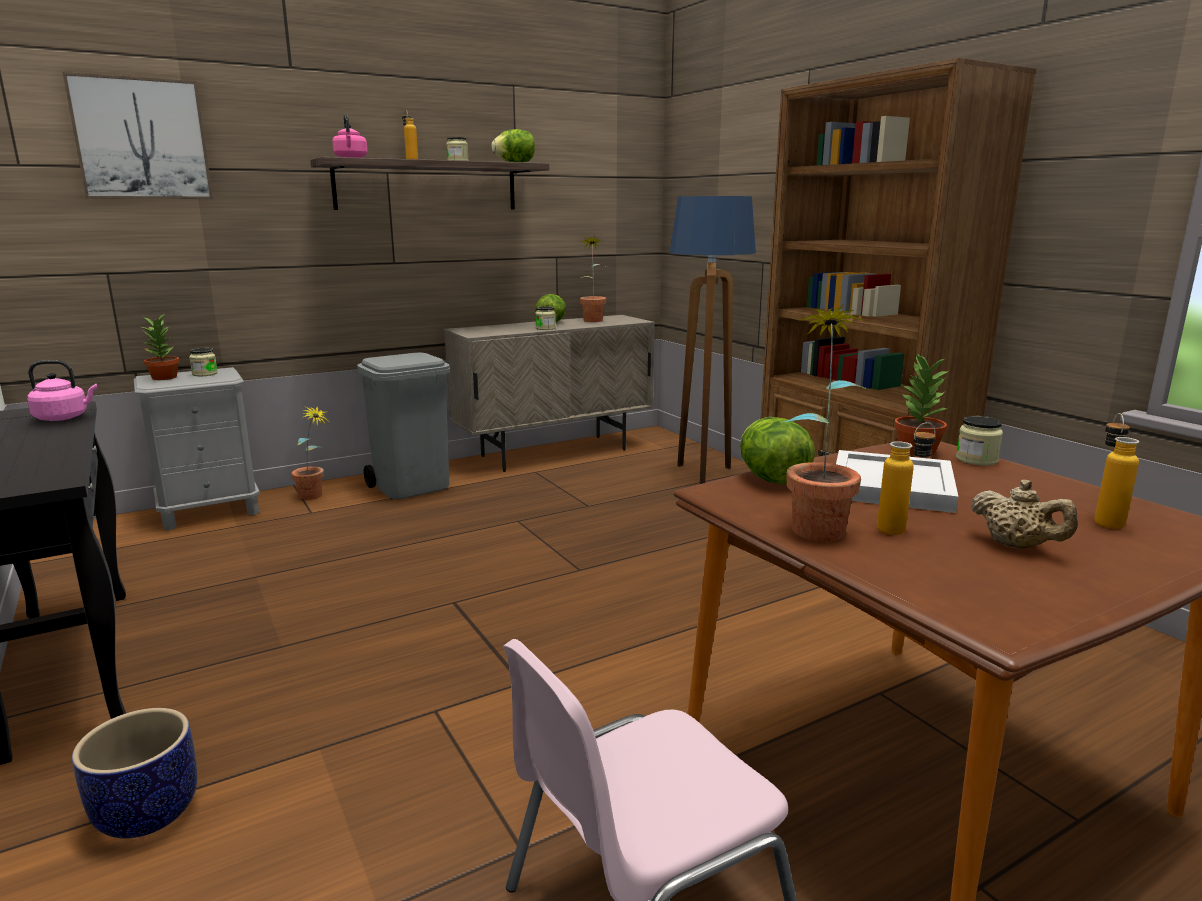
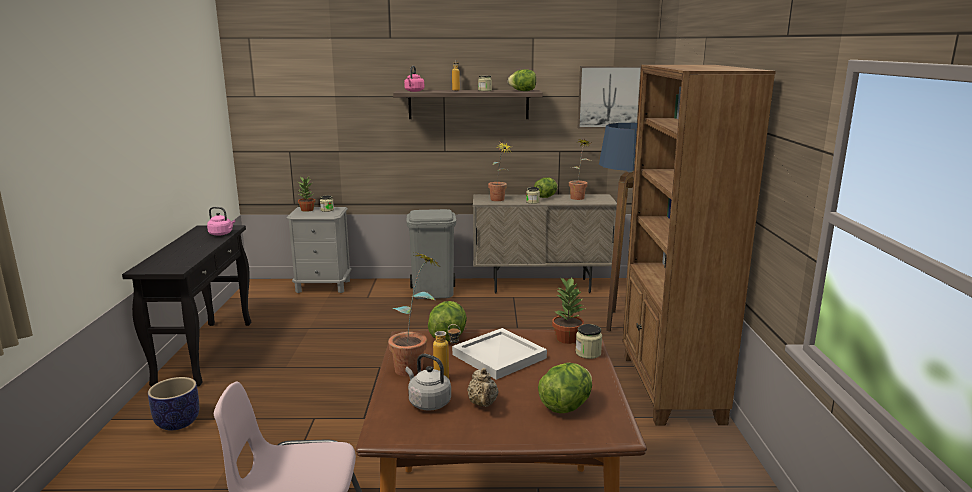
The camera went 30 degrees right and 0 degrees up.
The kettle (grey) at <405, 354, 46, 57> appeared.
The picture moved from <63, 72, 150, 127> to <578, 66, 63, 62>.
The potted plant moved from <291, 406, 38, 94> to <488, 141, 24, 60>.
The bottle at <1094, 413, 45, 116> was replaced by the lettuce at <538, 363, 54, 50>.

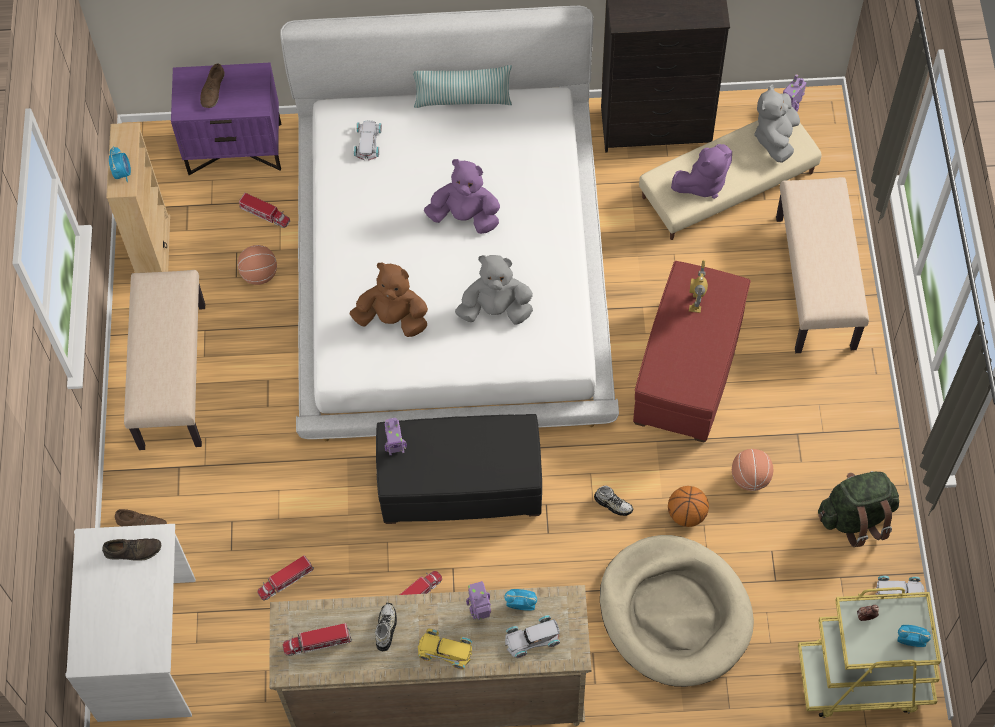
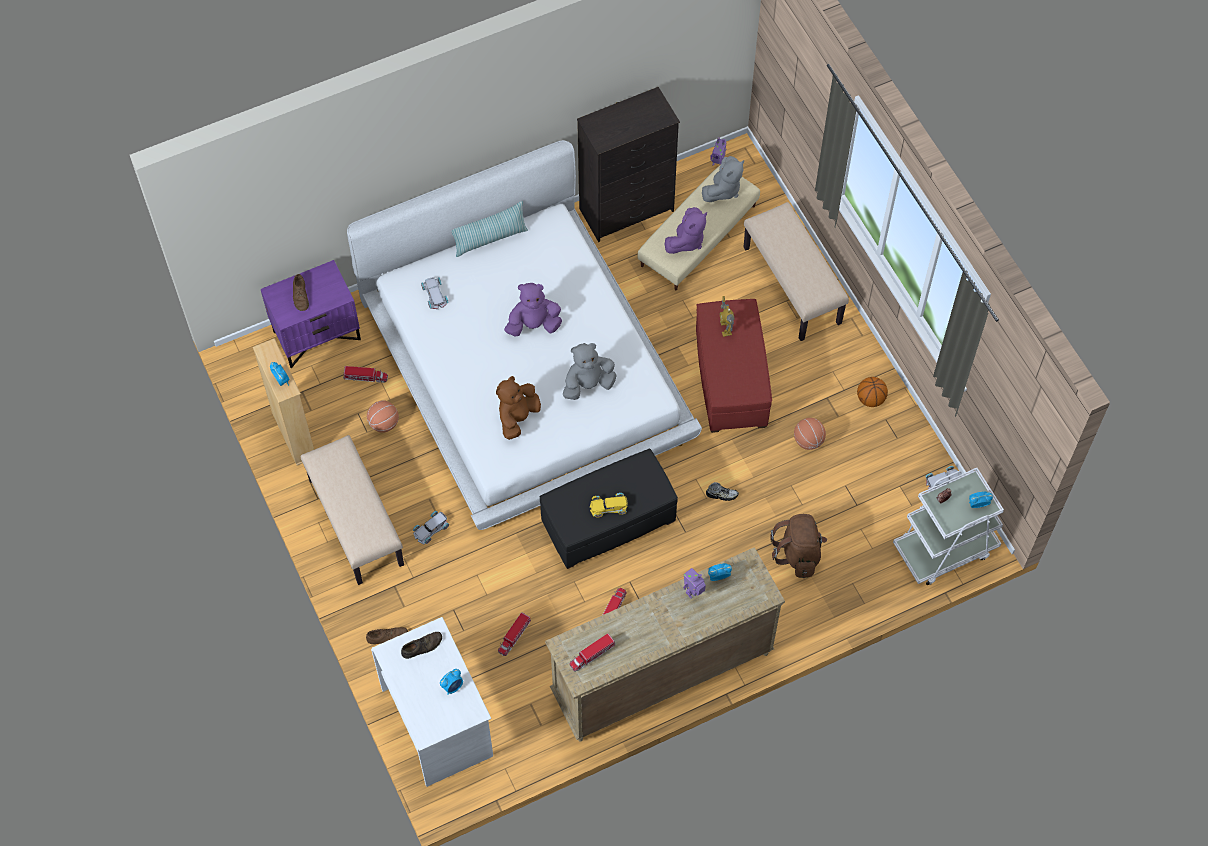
The camera went 25 degrees left and 0 degrees up.
The shoe at <375, 603, 22, 48> disappeared.
The toy robot at <385, 418, 22, 37> disappeared.
The backpack (green) at <818, 471, 81, 76> disappeared.
The alarm clock at <440, 669, 23, 26> appeared.
The toy car (yellow) moved from <418, 629, 54, 40> to <590, 493, 38, 25>.
The toy car (white) moved from <505, 615, 55, 43> to <413, 511, 37, 33>.
The basketball moved from <668, 486, 41, 41> to <857, 377, 31, 30>.
The dog bed (beige) at <600, 535, 154, 152> was replaced by the backpack (brown) at <770, 514, 57, 64>.
The cart (yellow) at <798, 587, 143, 131> became the cart (white) at <893, 468, 111, 117>.
The plush toy (brown) at <350, 263, 78, 74> turned 45 degrees counterclockwise.
The plush toy (grey) at <754, 85, 46, 77> turned 135 degrees counterclockwise.

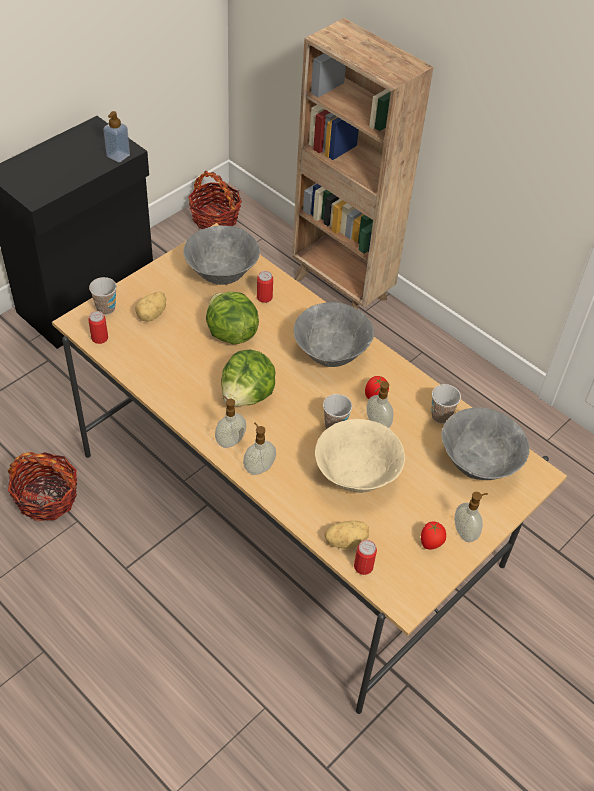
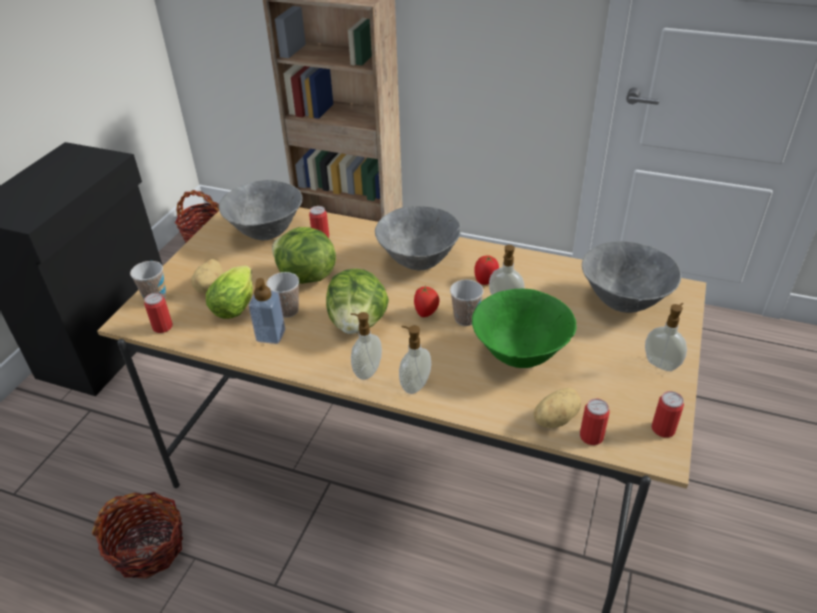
The camera went 20 degrees left and 10 degrees down.
The lettuce at <206, 266, 47, 53> appeared.
The can at <651, 391, 33, 47> appeared.
The soap dispenser moved from <103, 111, 27, 51> to <248, 278, 38, 66>.
The tomato moved from <421, 522, 25, 28> to <414, 286, 26, 31>.
The cup moved from <431, 384, 30, 40> to <266, 272, 33, 46>.
The bowl (beige) at <315, 419, 90, 74> became the bowl (green) at <472, 289, 105, 79>.

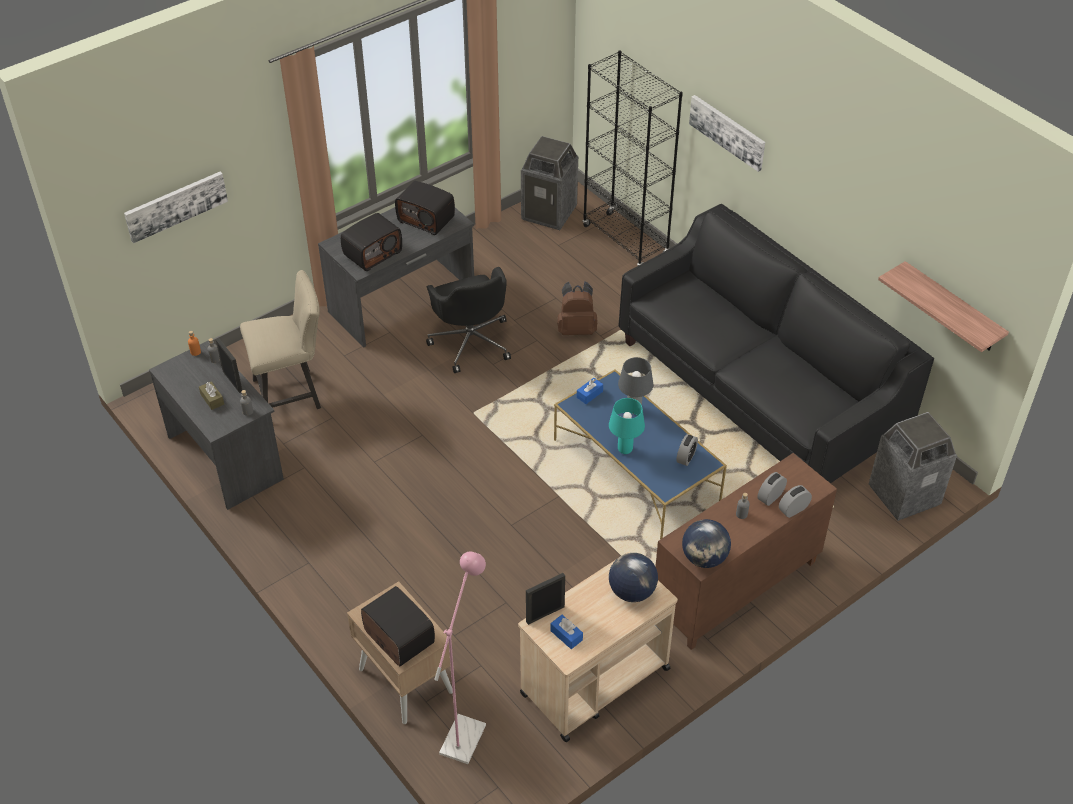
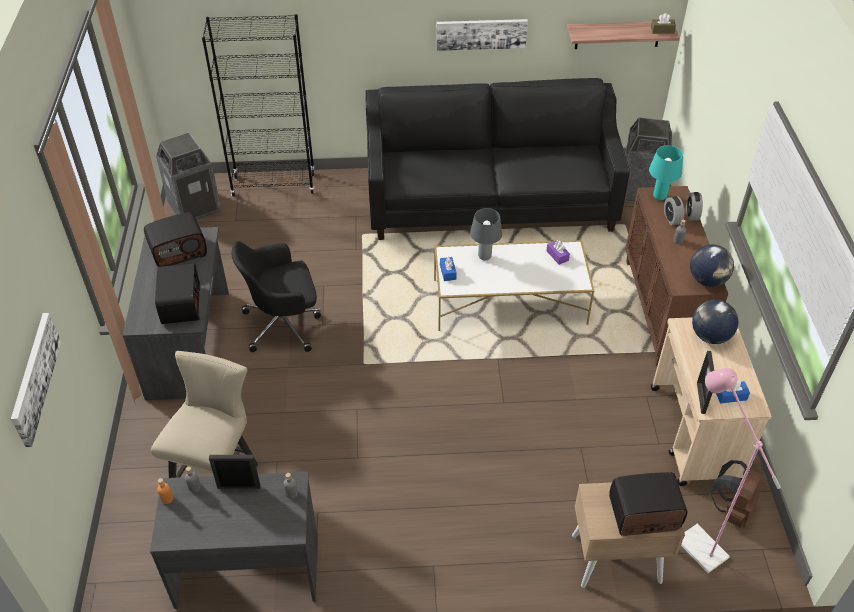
The camera went 55 degrees left and 0 degrees up.
The tissue box (brown) moved from <199, 381, 25, 29> to <651, 13, 25, 21>.
The backpack (brown) moved from <557, 281, 41, 54> to <710, 460, 53, 68>.
The table lamp (turquoise) moved from <609, 398, 36, 56> to <649, 145, 34, 55>.
The picture moved from <689, 95, 76, 77> to <436, 19, 92, 32>.
The alarm clock at <676, 434, 22, 32> was replaced by the tissue box (purple) at <546, 240, 24, 25>.
The coffee table (blue) at <554, 369, 173, 171> became the coffee table (white) at <434, 240, 160, 91>.
The office chair (black) at <426, 267, 85, 106> turned 150 degrees clockwise.

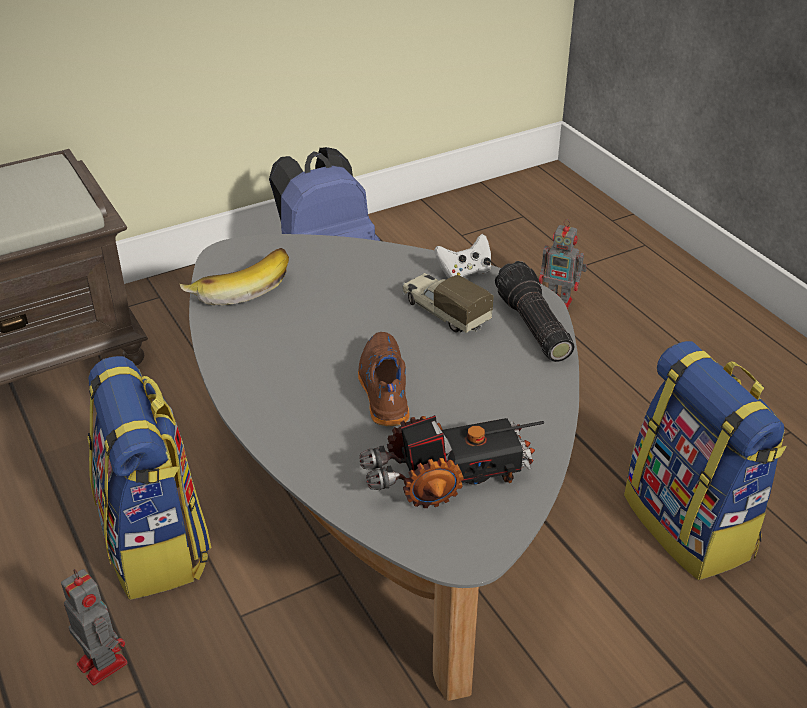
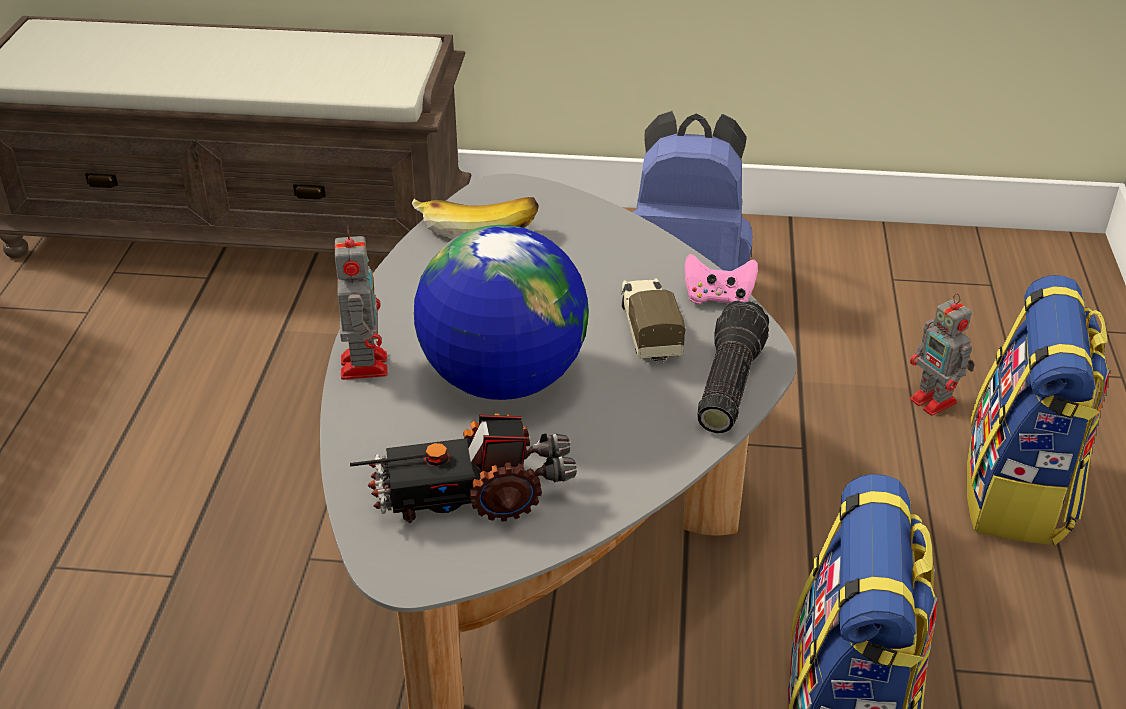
The camera went 35 degrees right and 0 degrees up.
The toy robot moved from <61, 569, 67, 117> to <335, 226, 53, 154>.
The backpack moved from <87, 356, 124, 244> to <967, 275, 143, 270>.
The shoe (brown) at <358, 332, 51, 94> was replaced by the globe at <414, 225, 175, 175>.
The game controller (white) at <434, 234, 57, 44> became the game controller (pink) at <685, 254, 73, 50>.
The toy truck at <359, 415, 185, 93> turned 150 degrees clockwise.

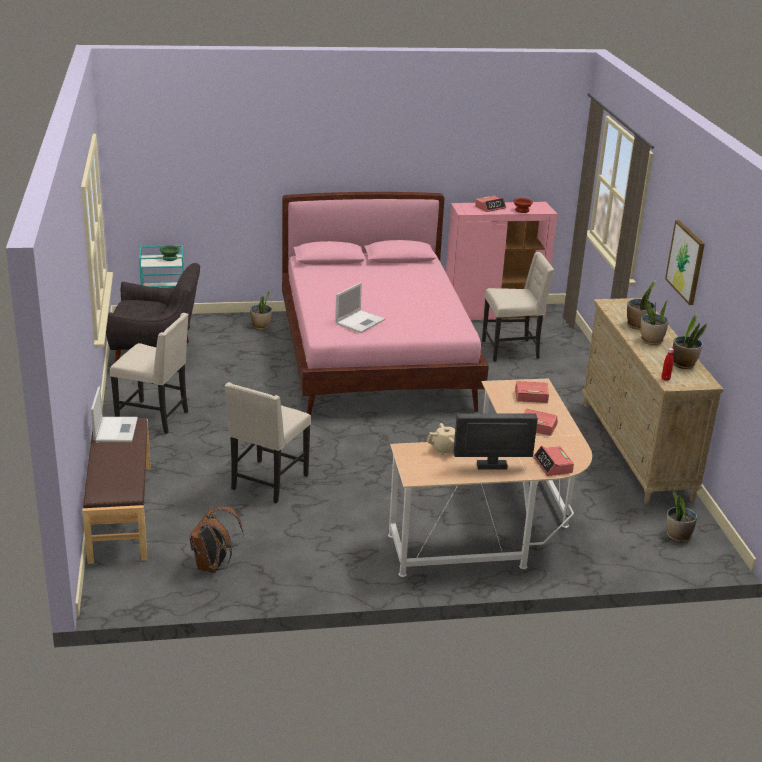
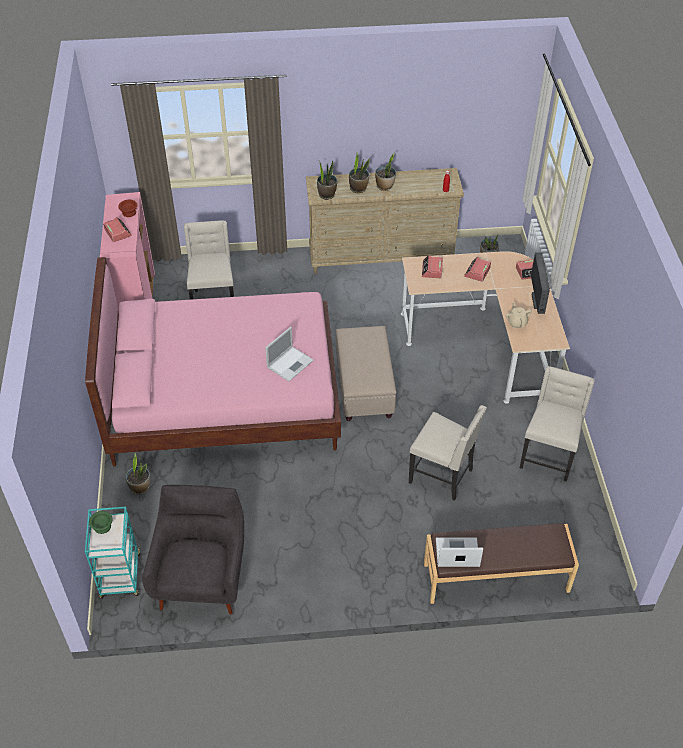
The camera went 85 degrees left and 20 degrees up.
The backpack (brown) at <190, 506, 54, 67> disappeared.
The picture at <665, 220, 40, 85> disappeared.
The ottoman (beige) at <336, 326, 60, 95> appeared.
The chair (beige) moved from <110, 313, 79, 121> to <520, 366, 75, 116>.
The potted plant moved from <672, 312, 35, 57> to <317, 160, 20, 40>.
The laptop at <335, 282, 50, 51> turned 90 degrees clockwise.

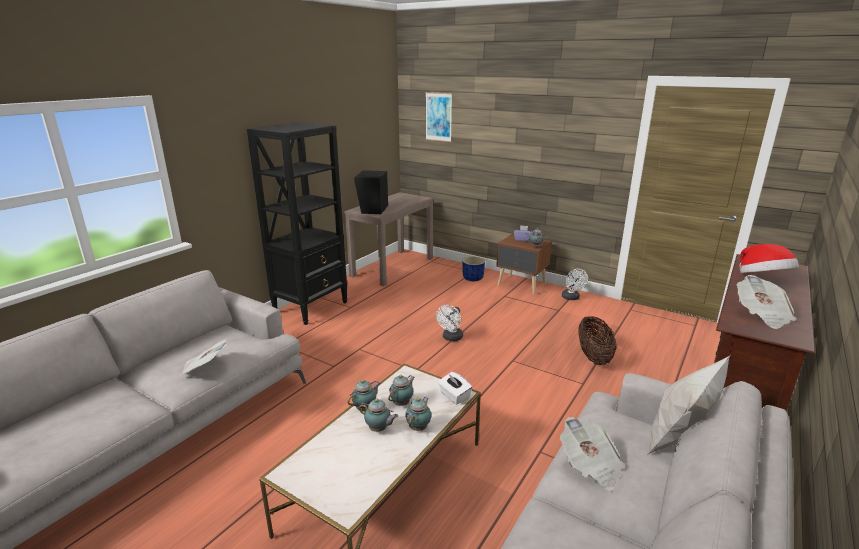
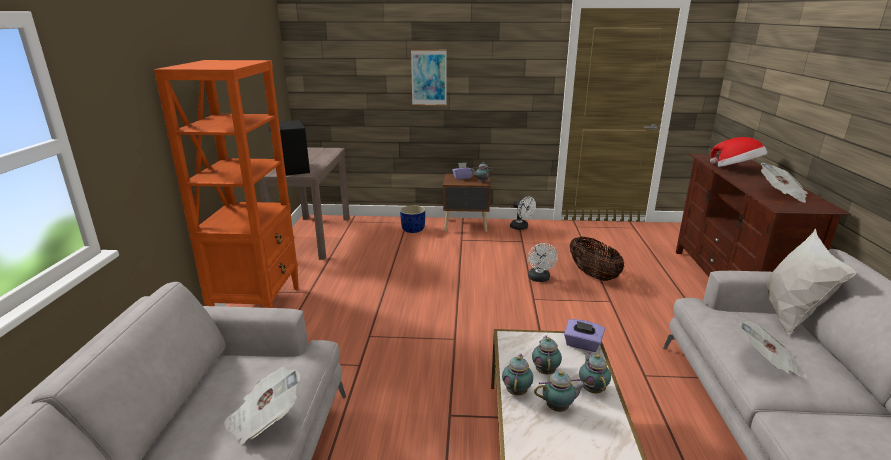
The camera went 30 degrees left and 0 degrees up.
The picture moved from <426, 92, 26, 50> to <411, 50, 36, 55>.
The fan (white) moved from <436, 305, 27, 36> to <528, 243, 30, 39>.
The bookcase (black) at <247, 122, 100, 203> became the bookcase (orange) at <154, 60, 145, 248>.
The tissue box (white) at <438, 372, 34, 32> became the tissue box (purple) at <564, 319, 41, 33>.

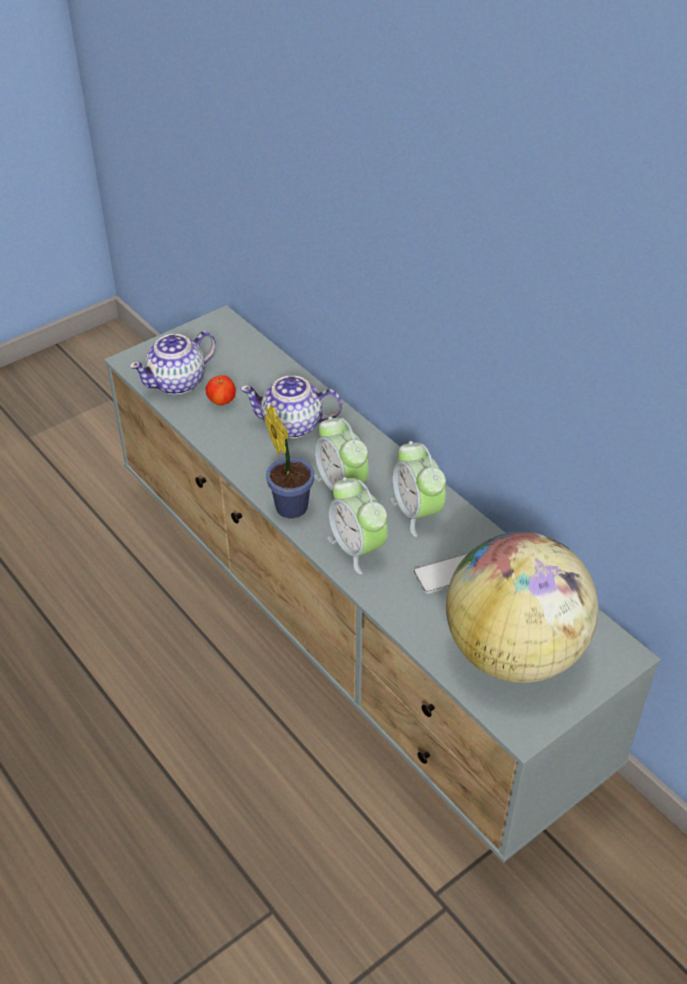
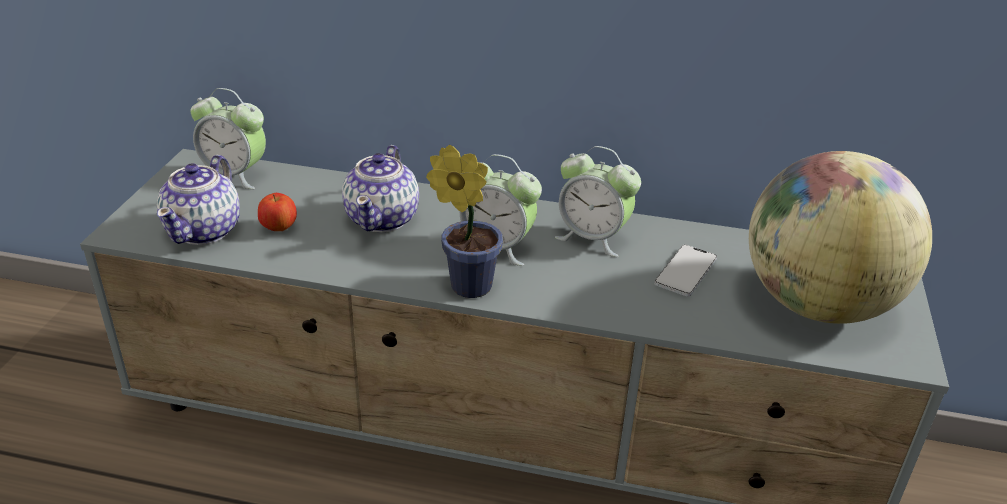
The camera went 40 degrees left and 10 degrees down.
The alarm clock moved from <327, 477, 61, 97> to <190, 88, 76, 101>.
The teapot at <240, 376, 102, 62> turned 45 degrees counterclockwise.

